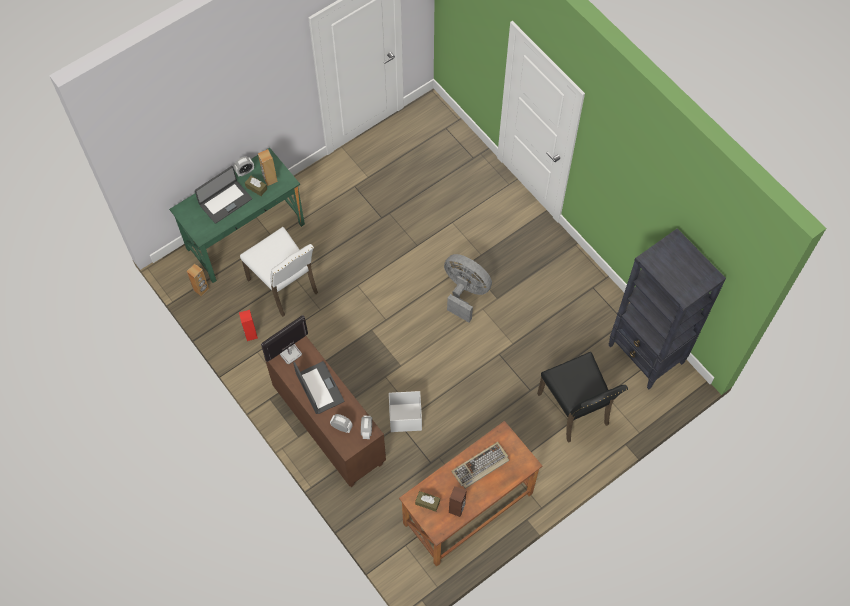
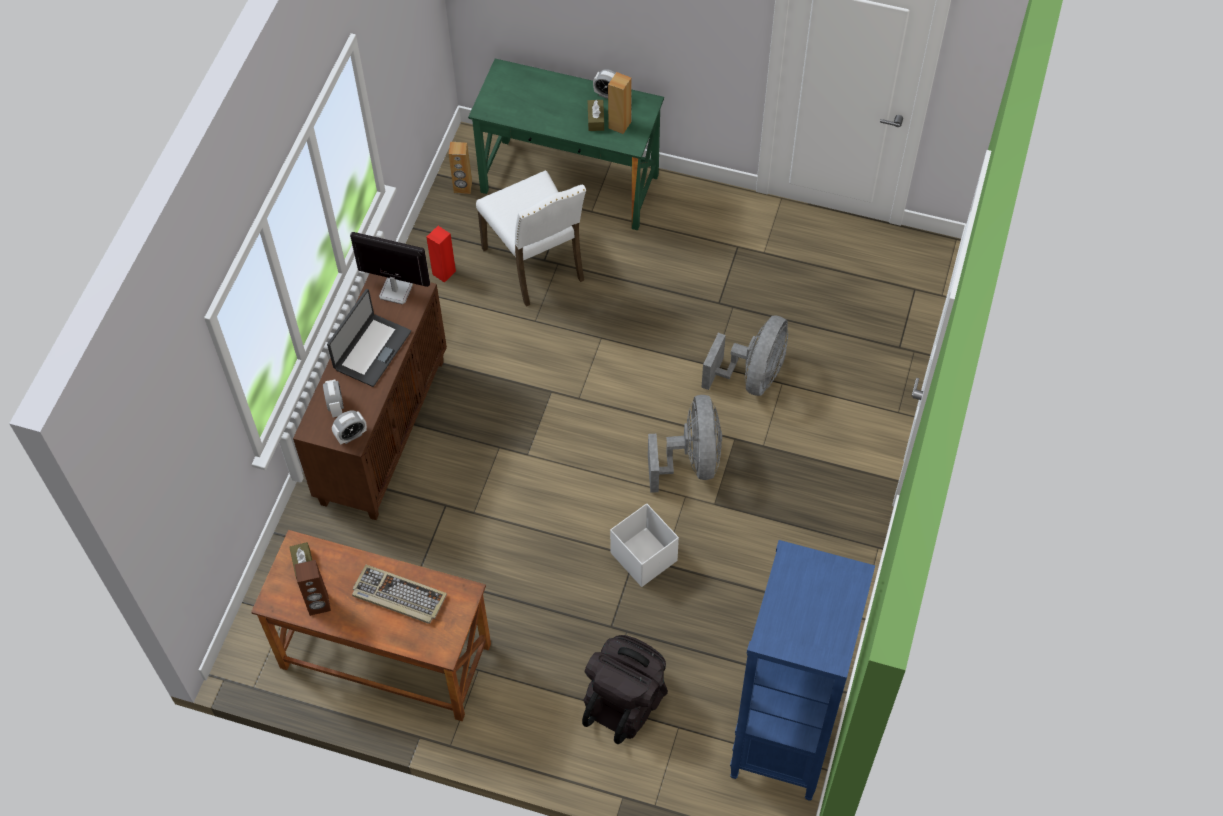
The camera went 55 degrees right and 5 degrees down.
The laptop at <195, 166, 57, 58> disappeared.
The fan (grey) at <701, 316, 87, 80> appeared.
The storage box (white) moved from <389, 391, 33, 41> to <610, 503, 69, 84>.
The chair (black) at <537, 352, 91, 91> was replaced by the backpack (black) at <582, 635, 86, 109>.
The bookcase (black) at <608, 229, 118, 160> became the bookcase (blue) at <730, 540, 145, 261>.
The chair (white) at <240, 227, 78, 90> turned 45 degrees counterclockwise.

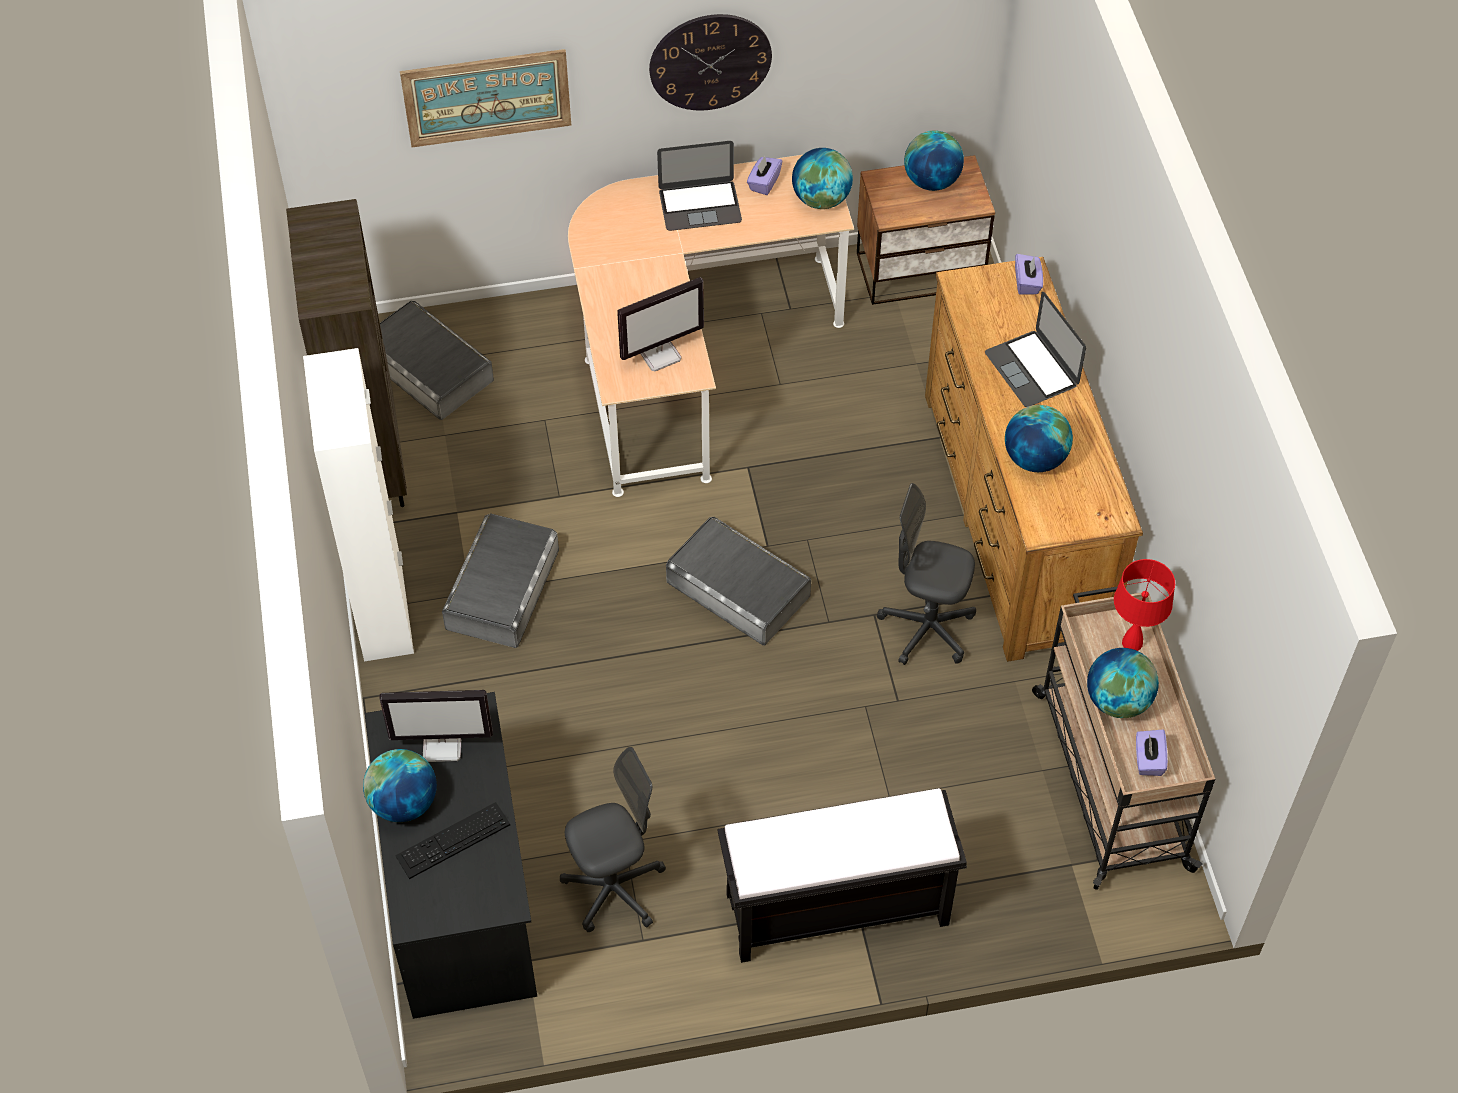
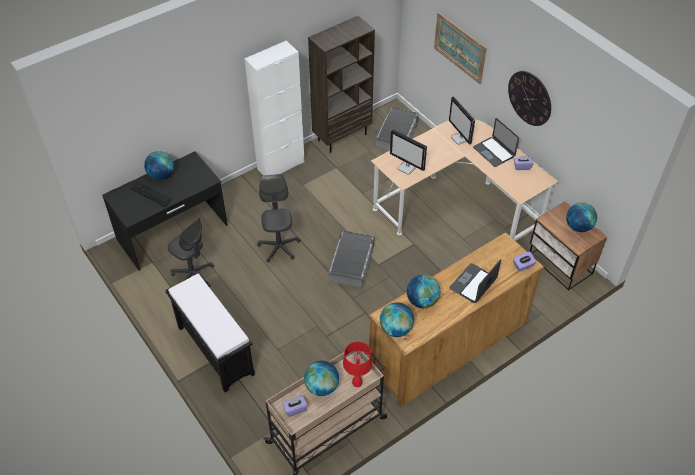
The camera went 65 degrees right and 5 degrees down.
The storage box (grey) at <442, 513, 117, 135> disappeared.
The monitor moved from <379, 690, 114, 72> to <449, 96, 26, 49>.
The globe moved from <792, 148, 61, 61> to <380, 302, 34, 35>.
The office chair (grey) moved from <877, 483, 99, 182> to <257, 174, 43, 89>.

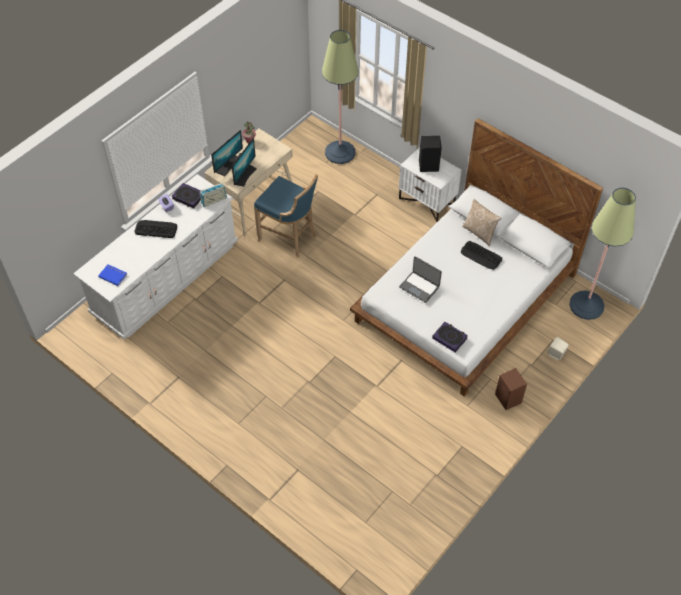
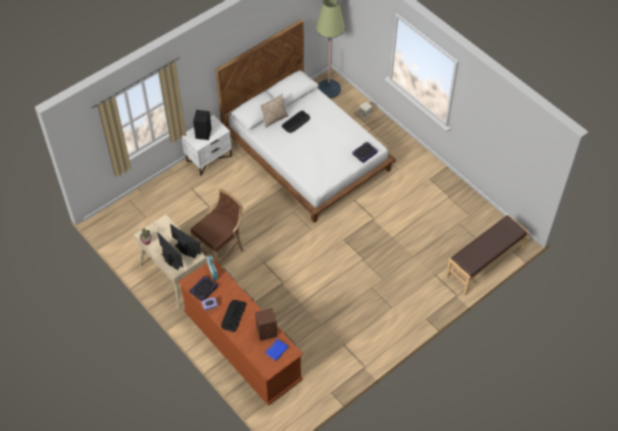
The camera went 80 degrees left and 0 degrees up.
The floor lamp at <322, 30, 36, 134> disappeared.
The laptop at <399, 256, 43, 47> disappeared.
The bench (brown) at <446, 215, 83, 80> appeared.
The speaker (brown) moved from <495, 368, 32, 42> to <255, 308, 22, 33>.
The dresser (white) at <73, 174, 165, 165> became the dresser (brown) at <178, 259, 125, 147>.
The stool (blue) at <254, 174, 64, 84> became the stool (brown) at <191, 188, 53, 77>.

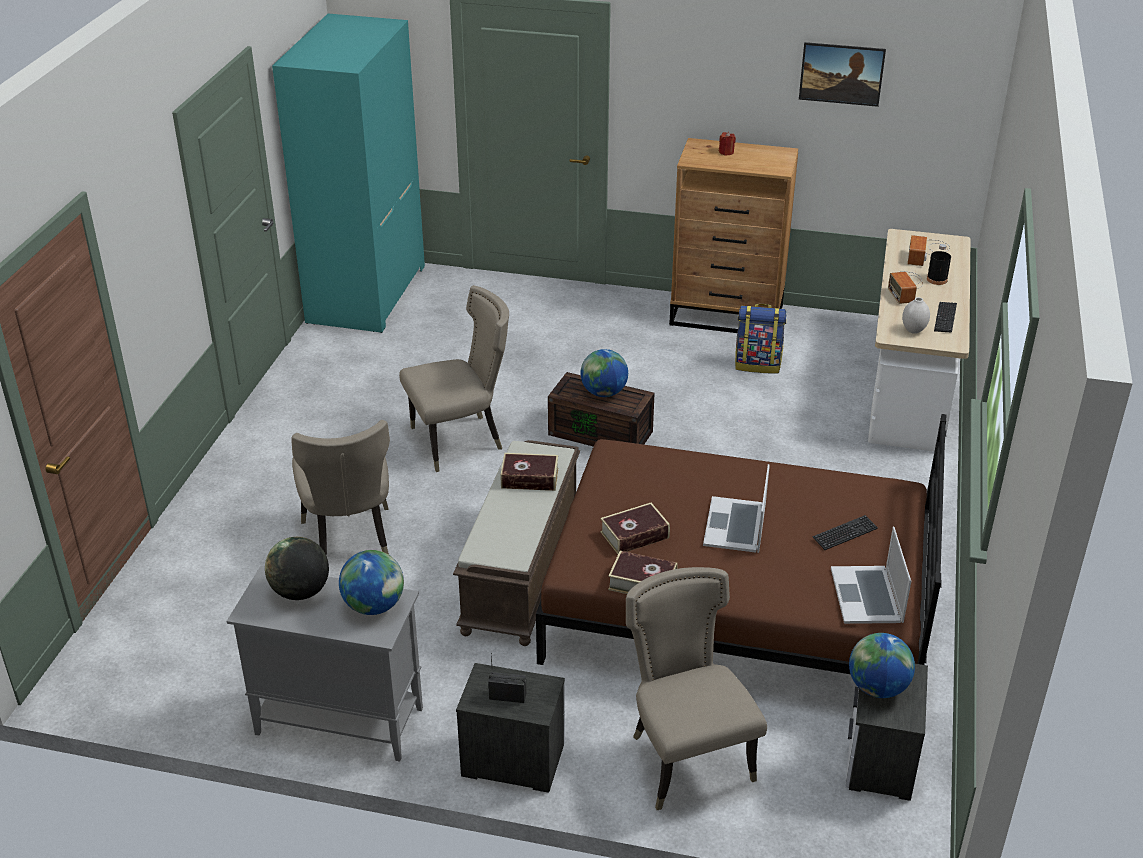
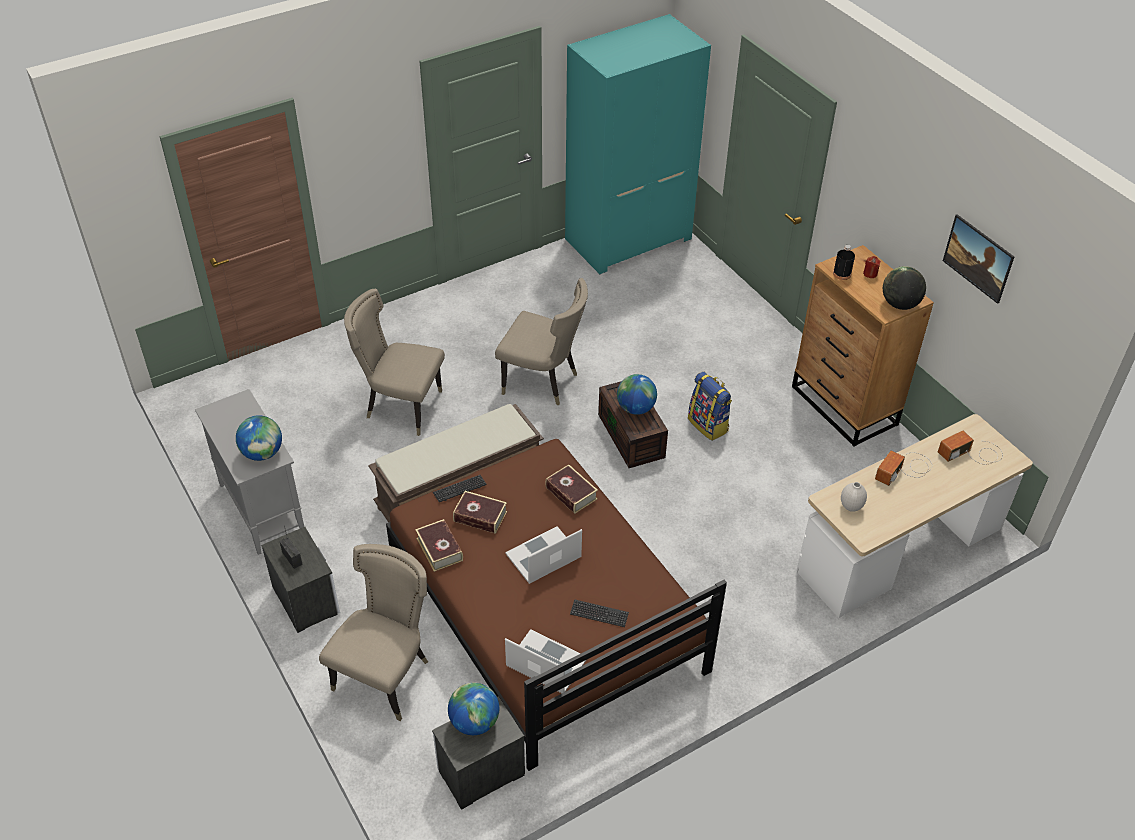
The camera went 45 degrees right and 10 degrees up.
The globe moved from <265, 537, 64, 63> to <883, 266, 43, 44>.
The book moved from <501, 453, 57, 38> to <545, 464, 53, 50>.
The backpack moved from <735, 304, 51, 70> to <688, 372, 44, 69>.
The bottle (black) moved from <927, 244, 24, 41> to <833, 245, 22, 35>.
The keyboard moved from <934, 302, 23, 31> to <433, 475, 53, 27>.
The chair (beige) at <291, 420, 99, 134> turned 75 degrees clockwise.
The laptop at <831, 526, 80, 98> turned 75 degrees clockwise.

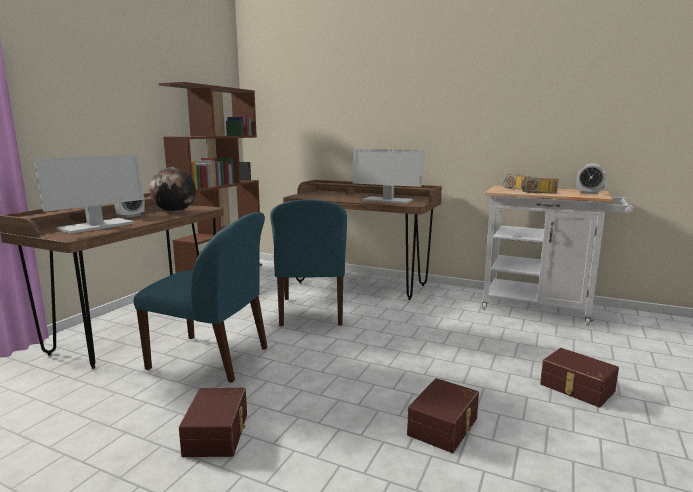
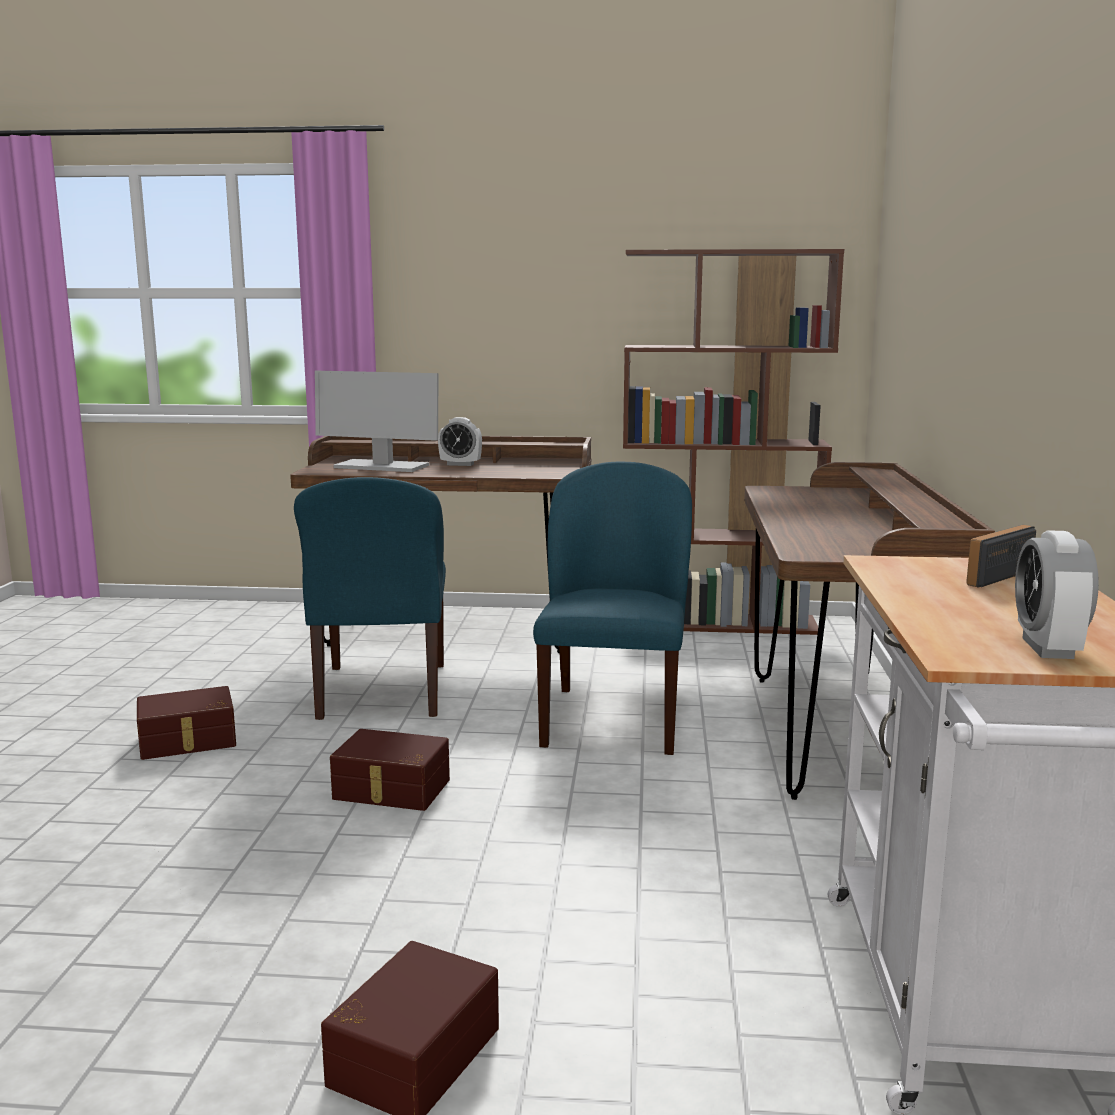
The camera went 70 degrees right and 0 degrees up.
The globe at <149, 168, 47, 44> disappeared.
The monitor at <353, 149, 71, 55> disappeared.
The radio at <521, 177, 38, 17> disappeared.
The storage box (brown) moved from <407, 378, 72, 75> to <330, 729, 120, 82>.
The chair (blue) at <270, 199, 77, 128> turned 120 degrees clockwise.

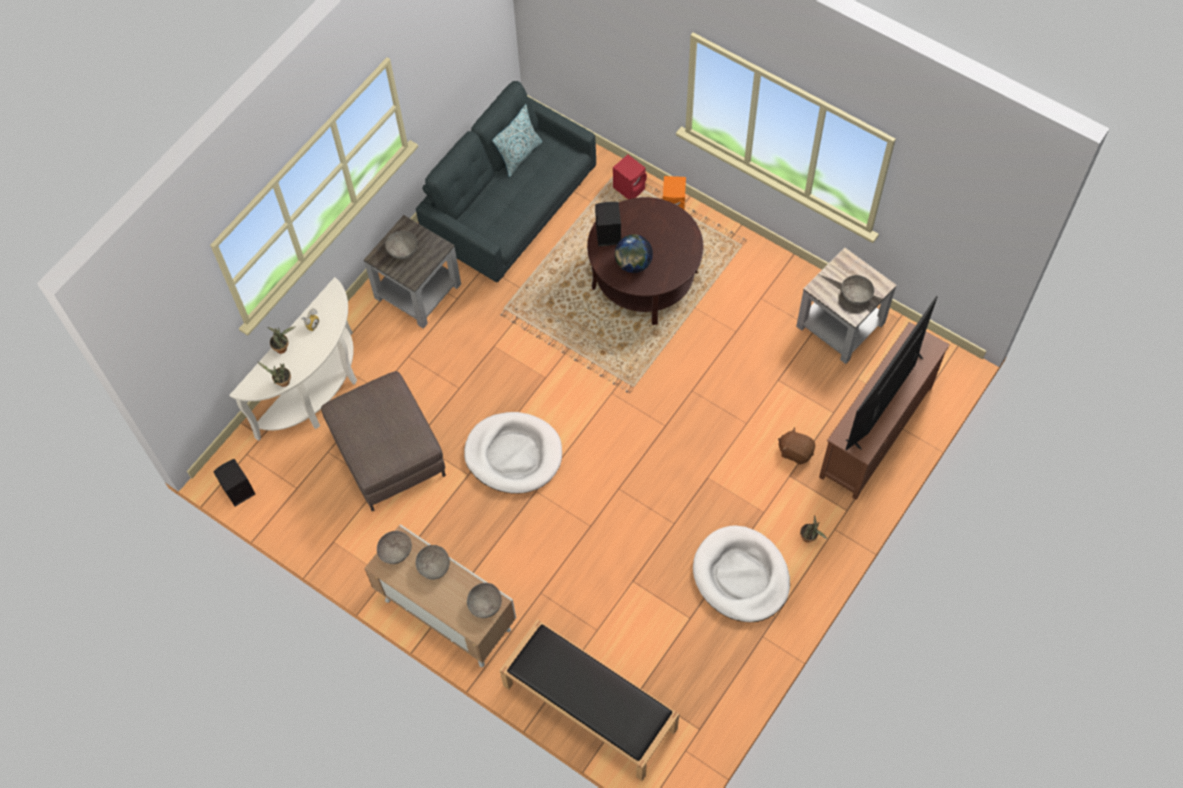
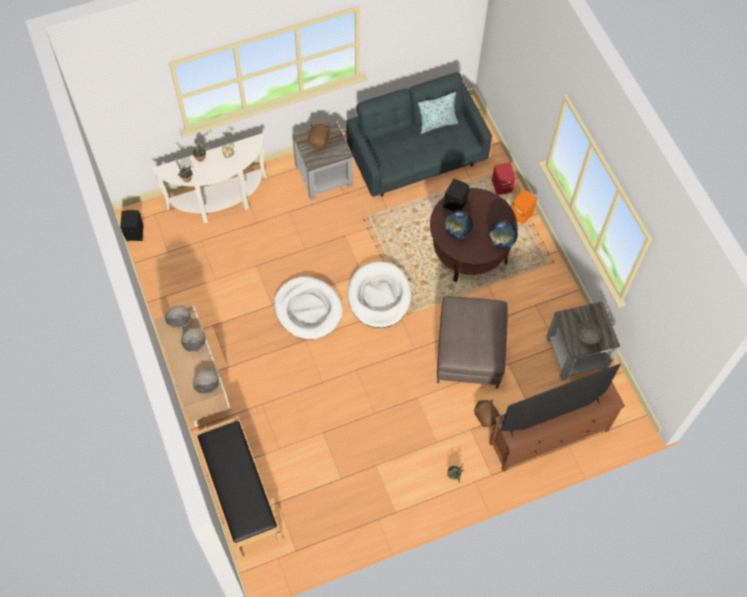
The camera went 30 degrees right and 0 degrees up.
The globe at <489, 220, 29, 29> appeared.
The ottoman (brown) moved from <321, 371, 125, 140> to <437, 296, 71, 93>.
The dog bed (white) moved from <693, 525, 97, 97> to <348, 262, 63, 66>.
The bowl (grey) at <385, 231, 33, 28> was replaced by the plush toy (brown) at <308, 124, 23, 24>.

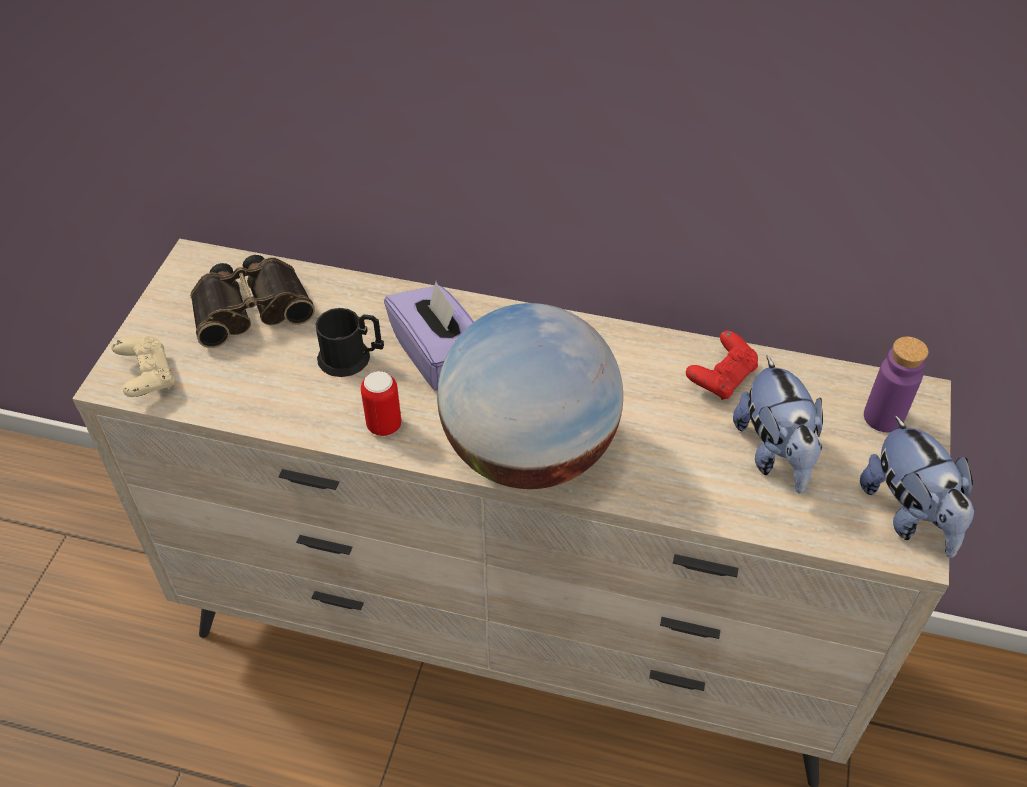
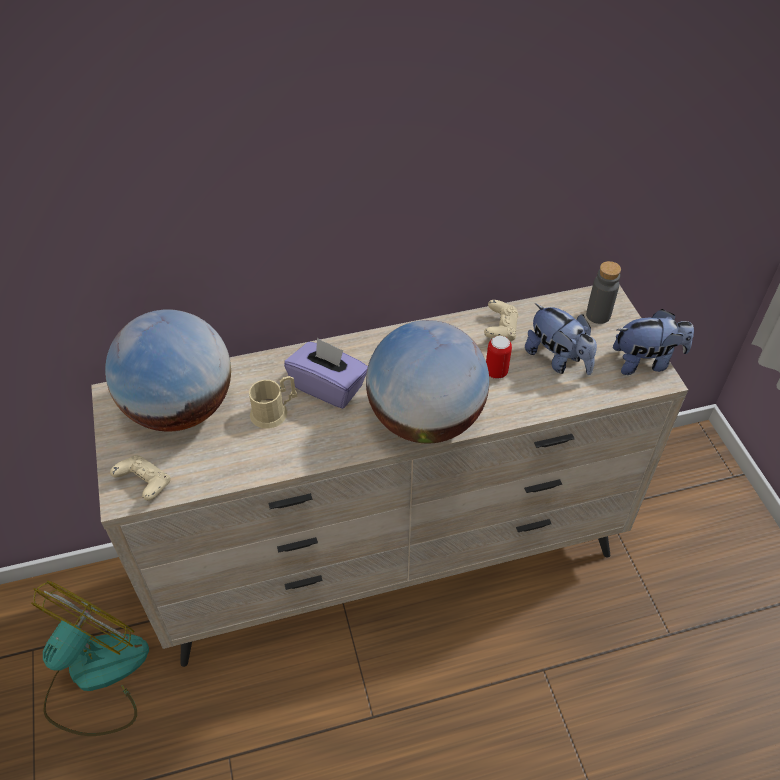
The camera went 30 degrees left and 0 degrees up.
The fan at <31, 580, 118, 156> appeared.
The can moved from <361, 371, 40, 66> to <486, 336, 26, 43>.
The binoculars at <190, 255, 125, 93> was replaced by the globe at <105, 309, 126, 122>.
The mug (black) at <315, 308, 69, 69> became the mug (beige) at <249, 376, 48, 53>.
The game controller (red) at <686, 330, 72, 70> became the game controller (beige) at <484, 300, 34, 42>.
The bottle (purple) at <864, 336, 64, 97> became the bottle (grey) at <586, 261, 35, 63>.
The plush toy at <860, 415, 114, 143> turned 45 degrees counterclockwise.

